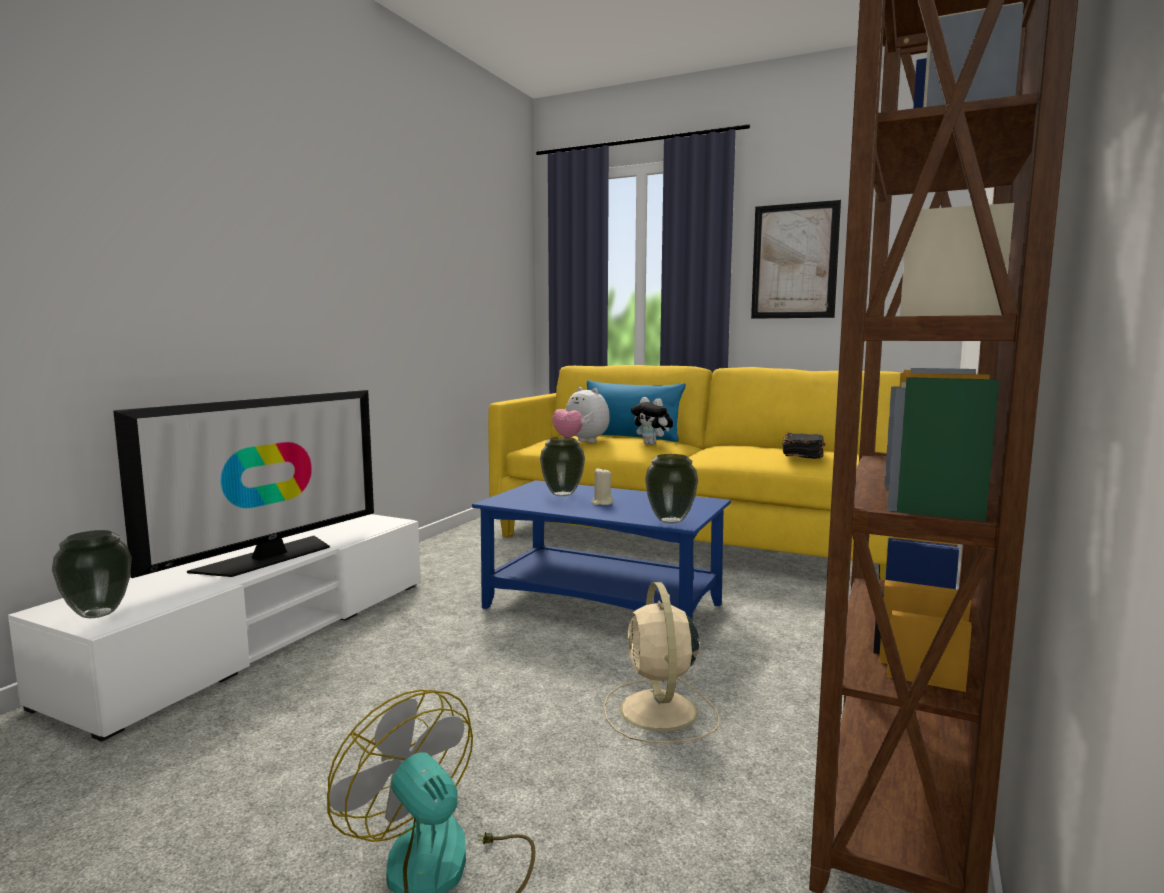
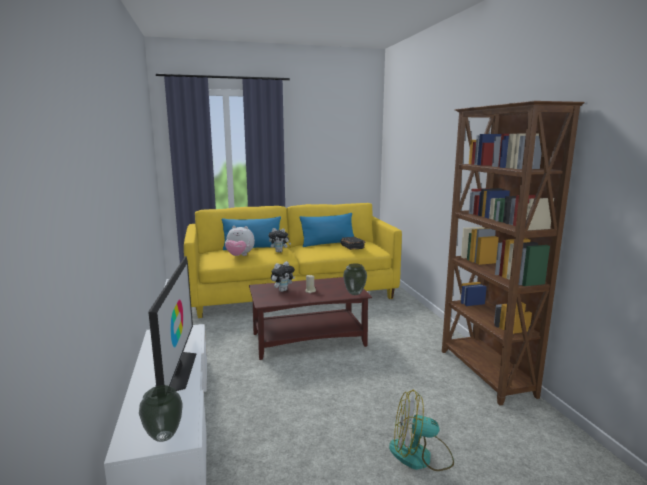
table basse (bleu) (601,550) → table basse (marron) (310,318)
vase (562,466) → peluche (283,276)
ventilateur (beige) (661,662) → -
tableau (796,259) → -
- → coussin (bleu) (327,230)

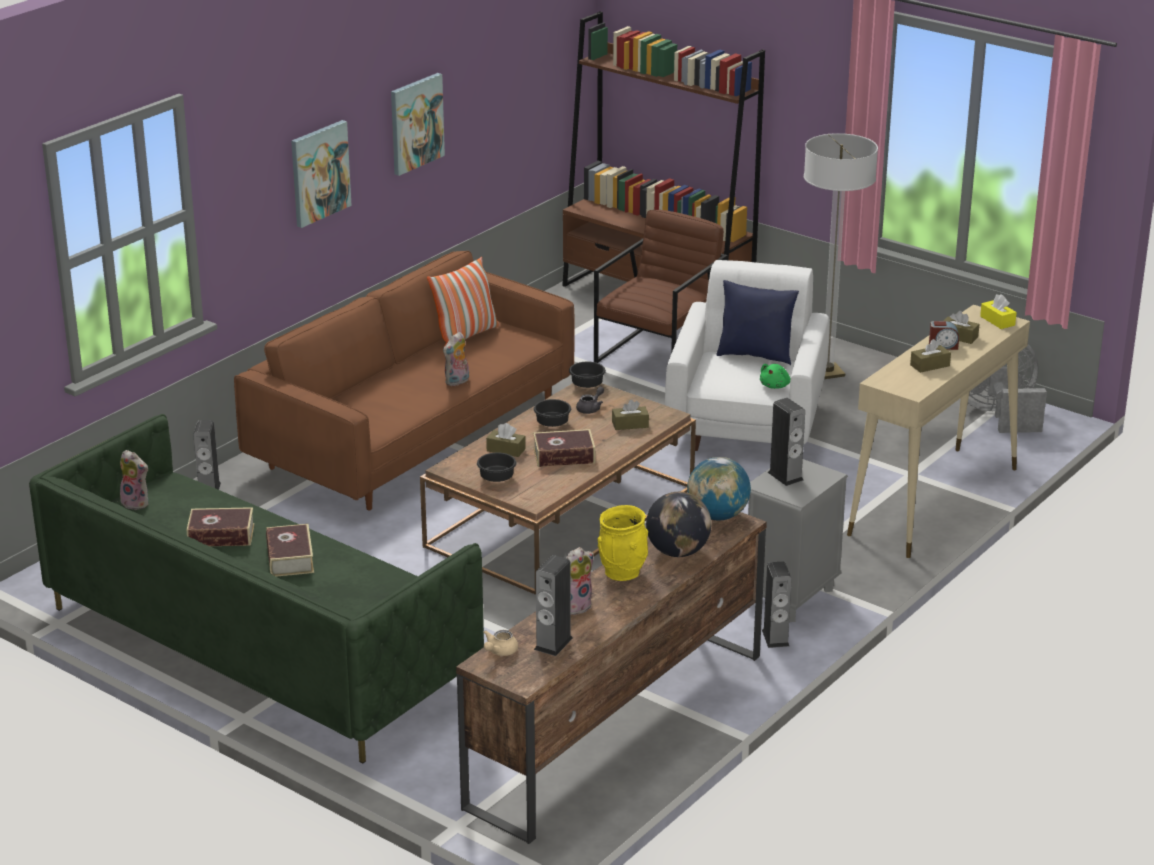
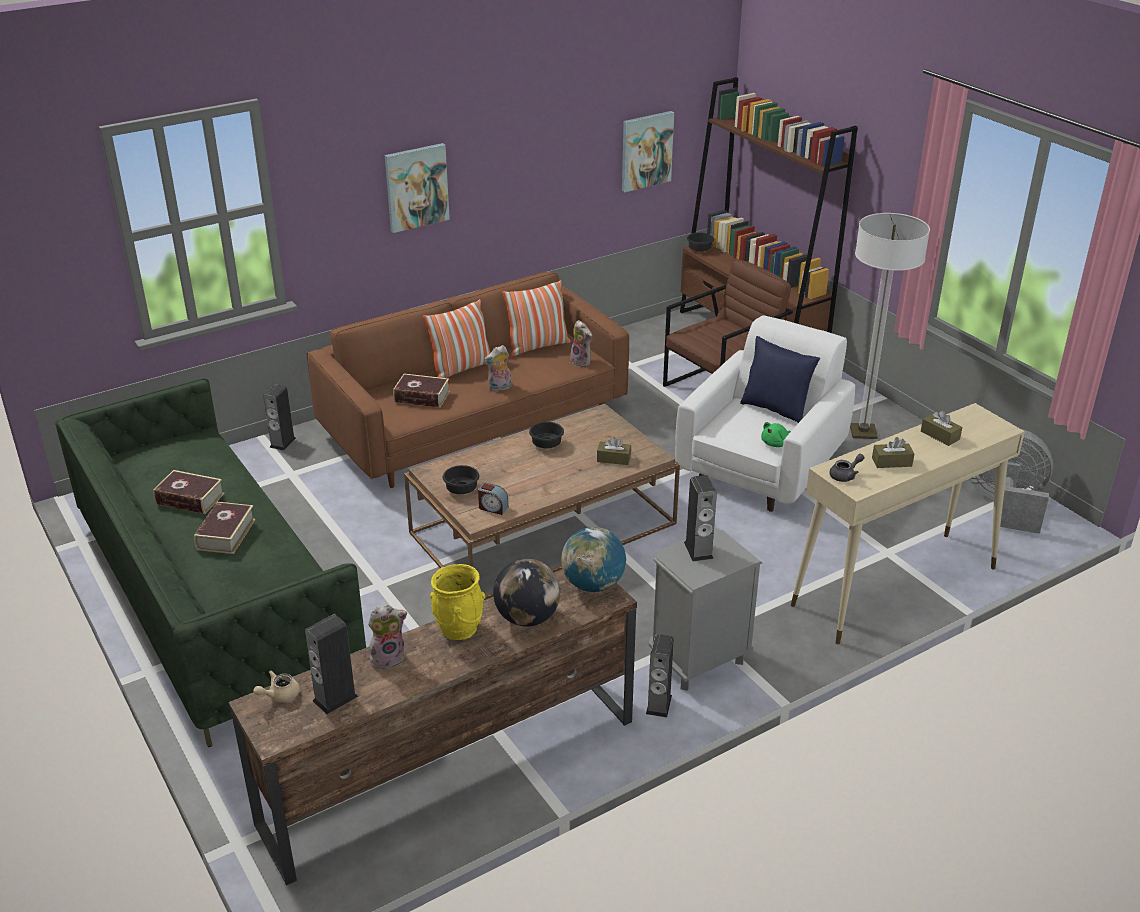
peluche (134,480) → peluche (581,343), move
tableau (418,124) → tableau (648,151), move
boîte à mouchoirs (marron) (506,440) → -
livre (564,448) → livre (421,391), move
bol (noir) (587,375) → bol (noir) (700,242), move
théière (gris) (590,400) → théière (gris) (846,468), move
réveil (944,335) → réveil (493,499), move
boîte à mouchoirs (jaune) (998,311) → -
- → coussin (456,338)

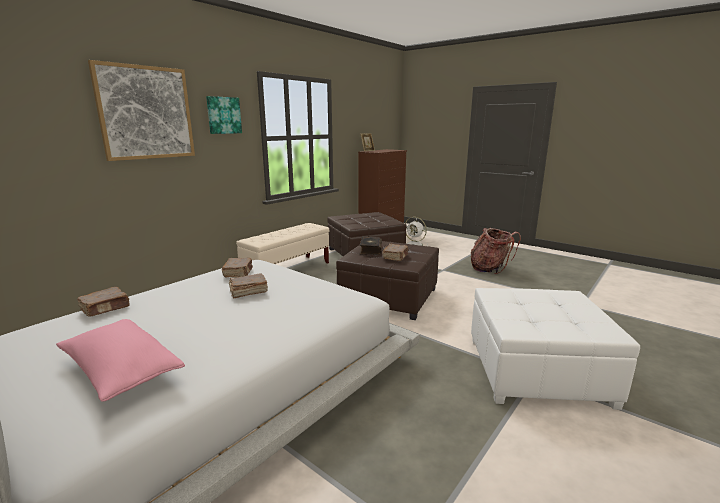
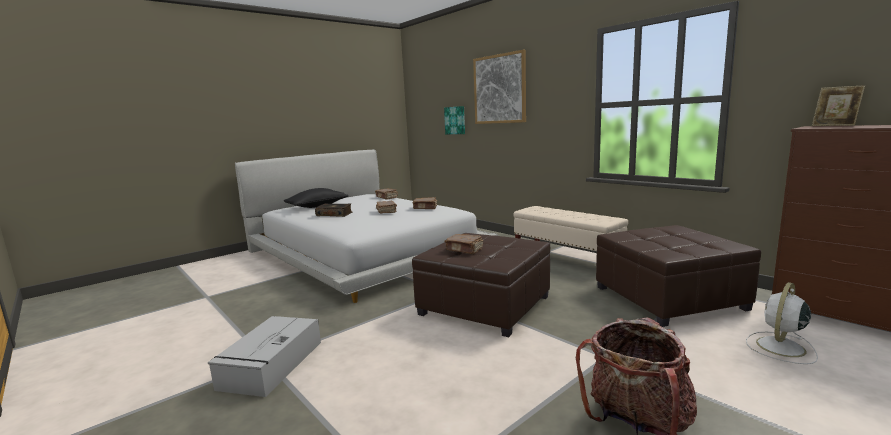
coussin (rose) (120,360) → coussin (noir) (316,198)
tableau (224,115) → tableau (454,120), move
livre (370,245) → livre (333,210), move
pouf (blanc) (555,349) → boîte de rangement (gris) (264,356)

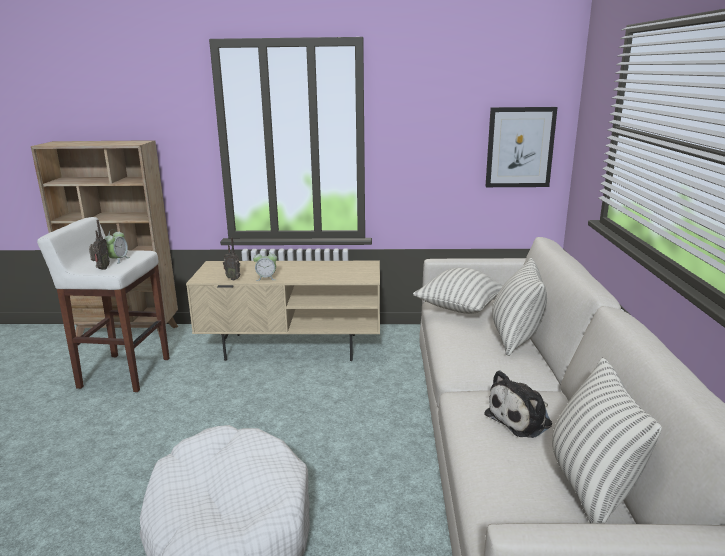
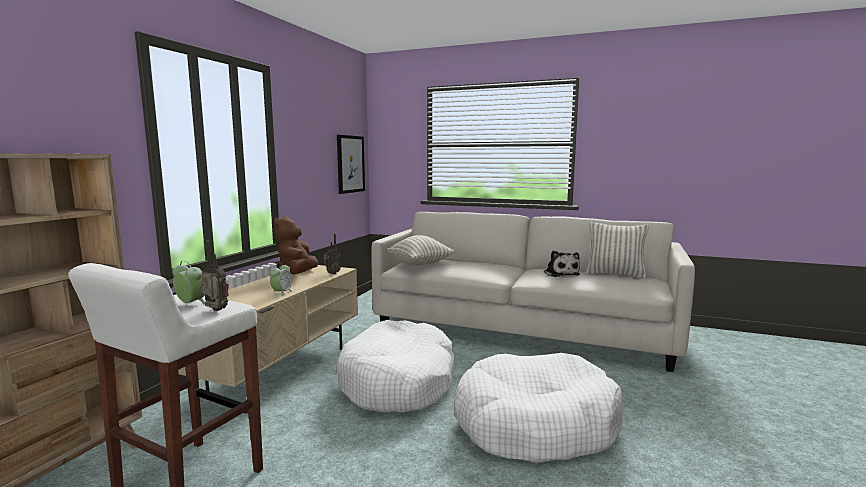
radio (231,258) → radio (332,254), move
coussin (519,307) → -
- → peluche (marron) (295,245)
- → panier pour chien (blanc) (395,366)

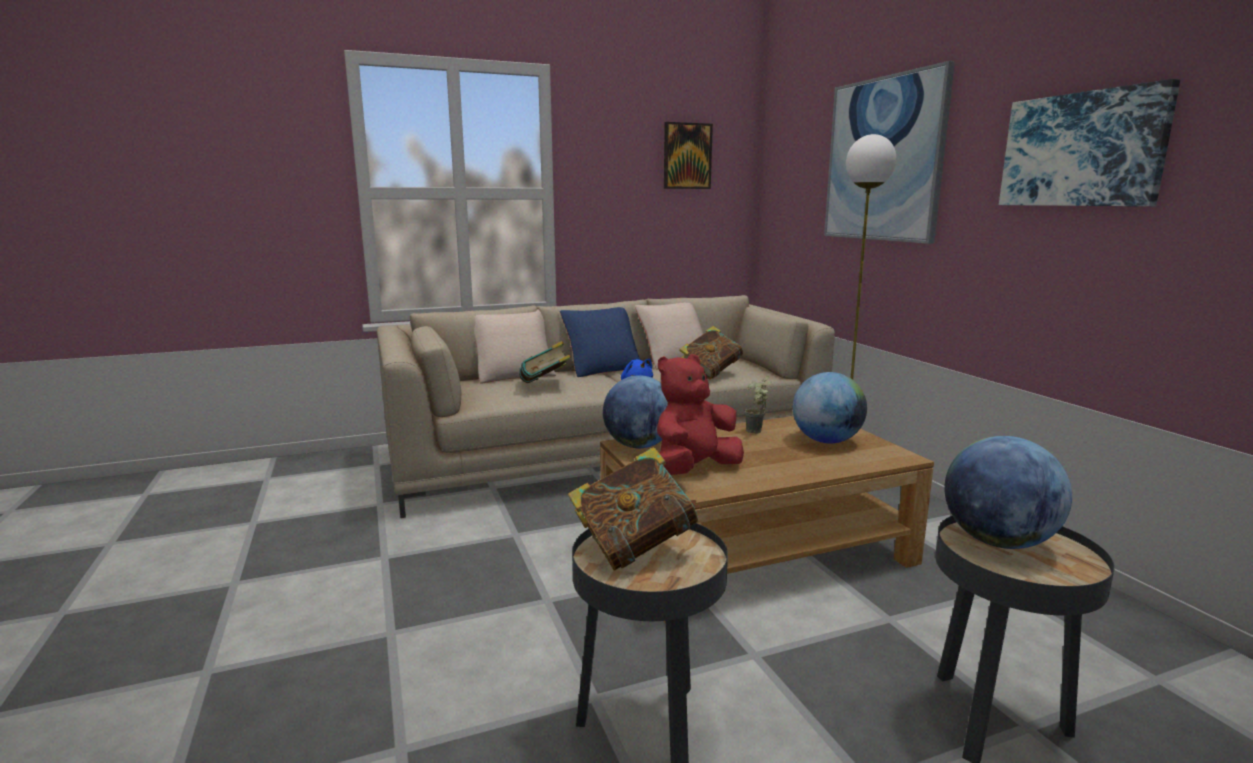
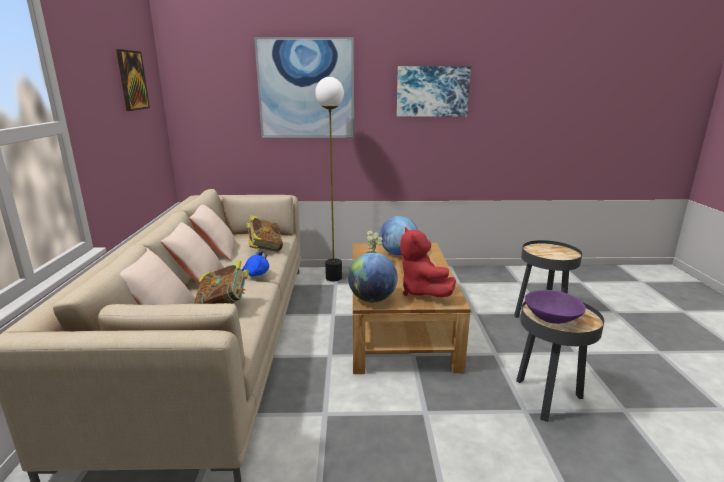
coussin (bleu) (600,342) → coussin (beige) (191,253)
livre (635,509) → bol (violet) (555,307)
globe (1008,492) → -

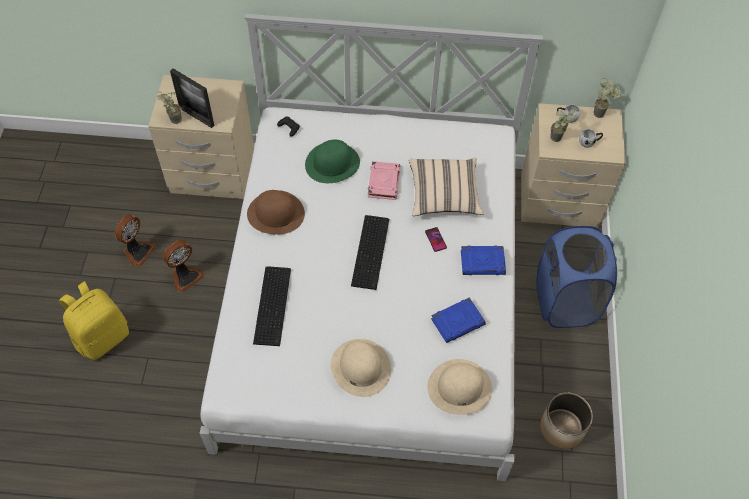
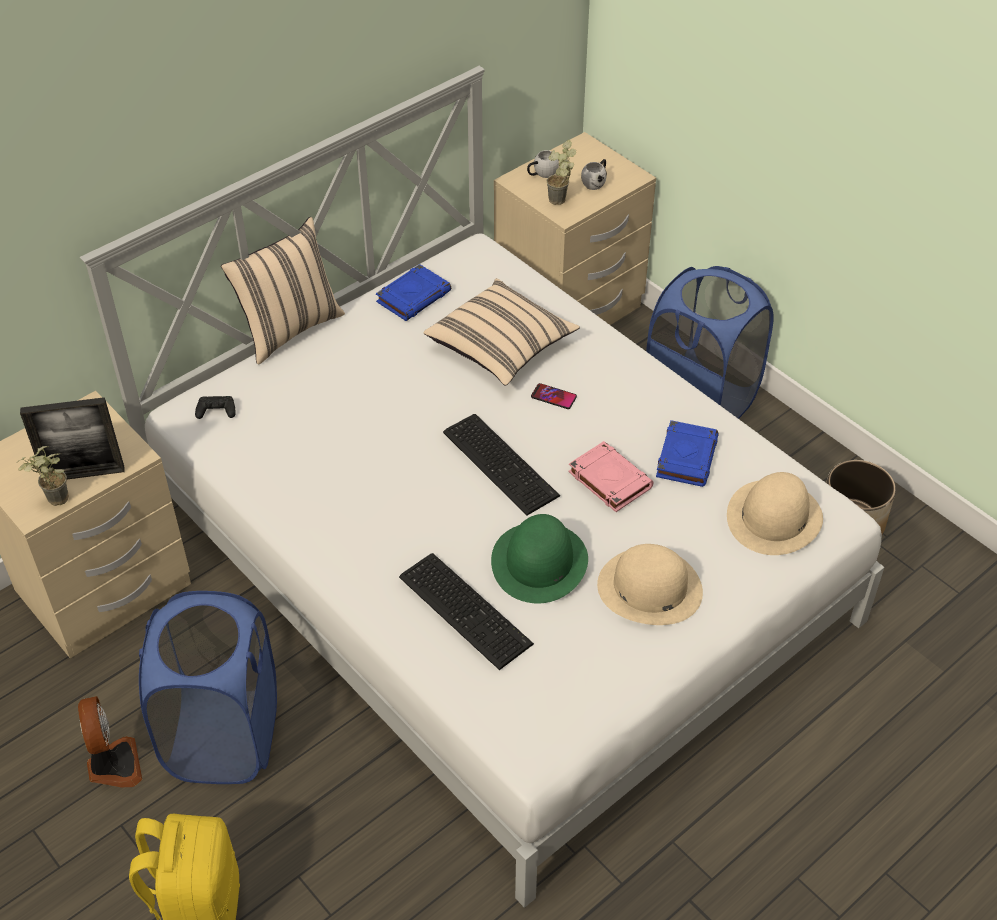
ventilateur (183,266) → panier à linge (bleu) (208,687)
chapeau (marron) (276,212) → -
chapeau (vert) (332,161) → chapeau (vert) (539,558), move
livre (rose) (384,180) → livre (rose) (610,476), move
livre (bleu) (483,260) → livre (bleu) (413,292), move
plante en pot (607,98) → -
- → coussin (beige) (283,291)

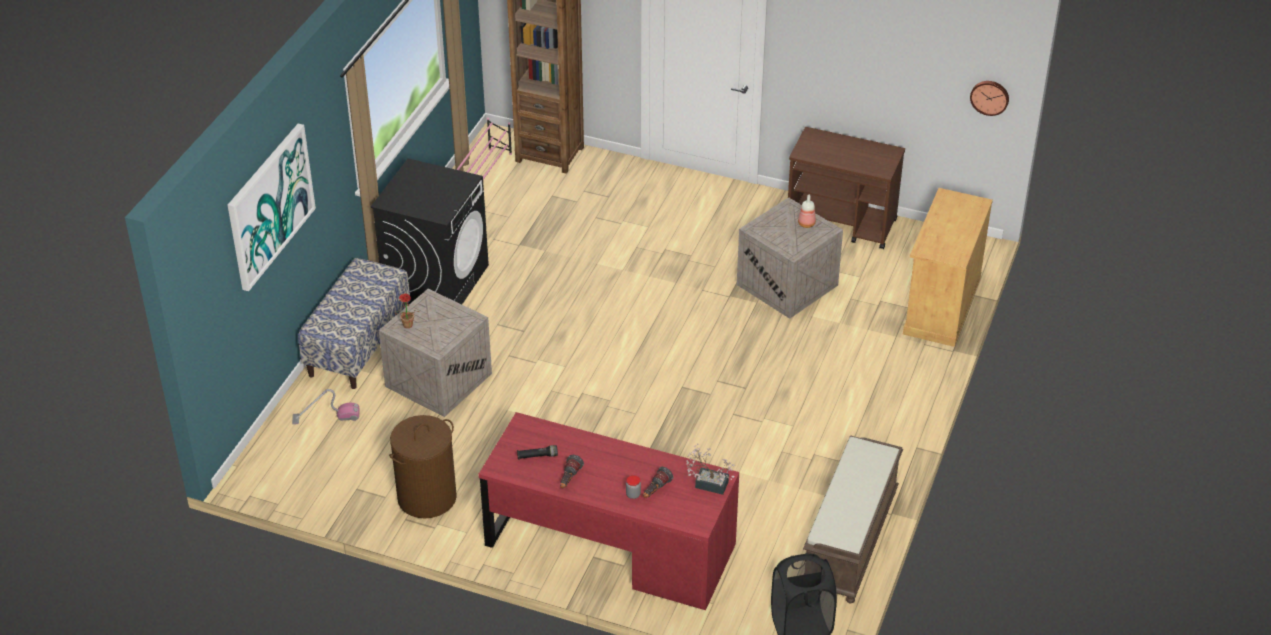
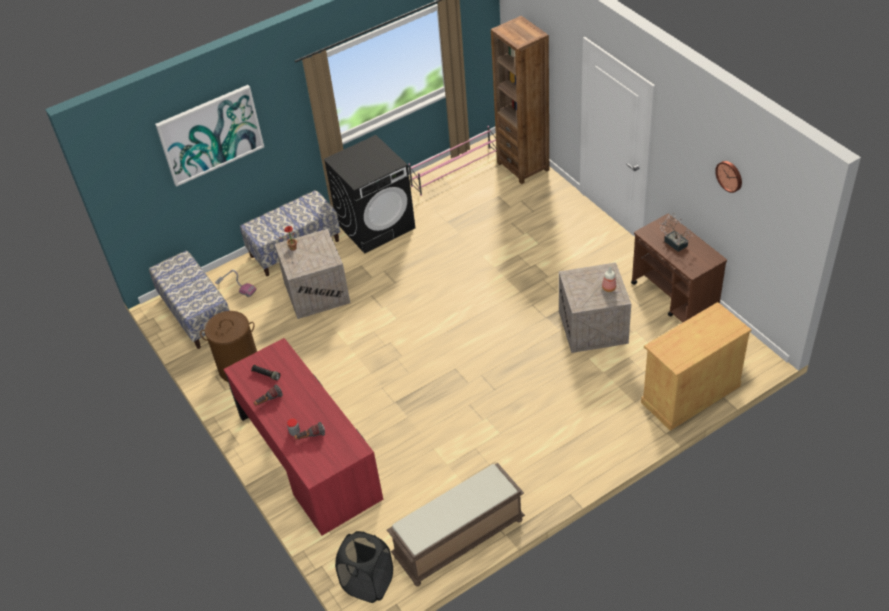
plante en pot (710,469) → plante en pot (675,232), move
horloge murale (989,98) → horloge murale (728,177), move
- → banc (189,299)

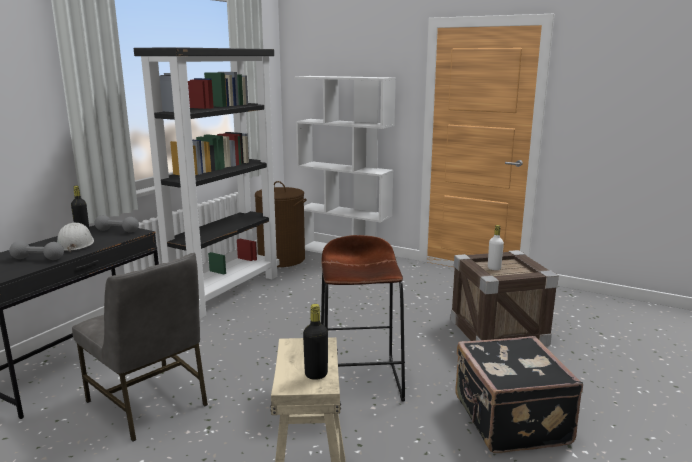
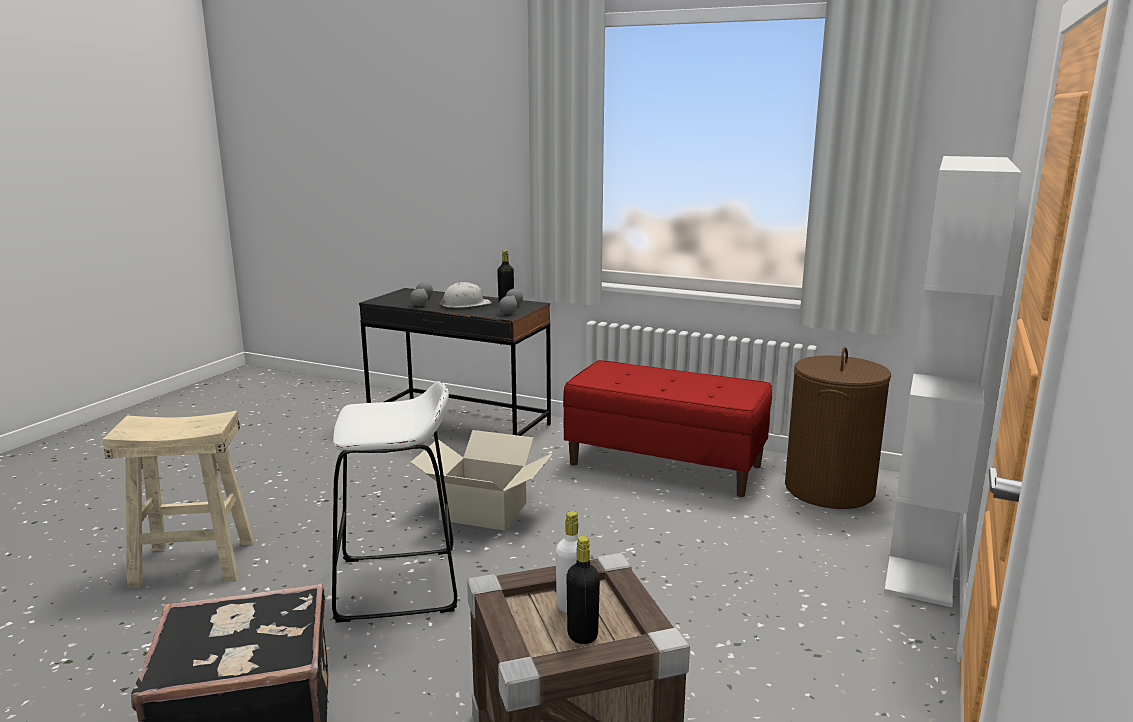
chaise (gris) (140,347) → -
bibliothèque (noir) (207,183) → banc (rouge) (667,428)
bouteille (noir) (315,342) → bouteille (noir) (583,590), move
tabouret (marron) (363,318) → tabouret (blanc) (395,502)
- → carton (481,480)

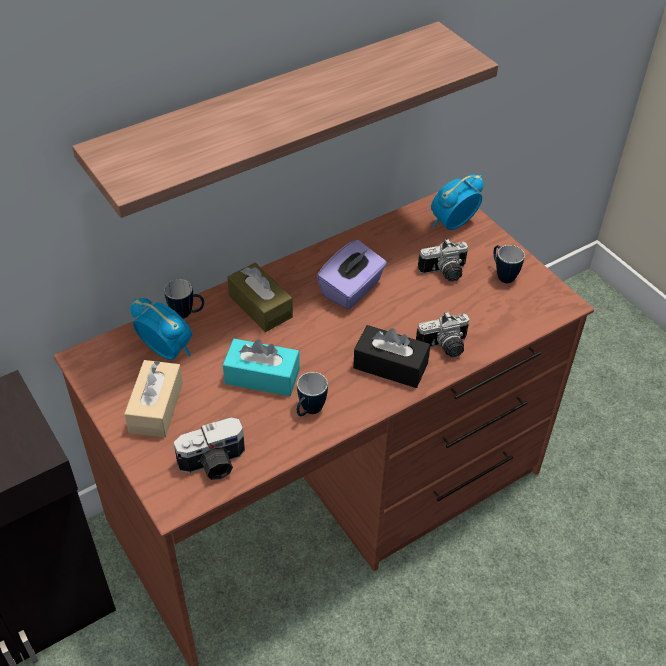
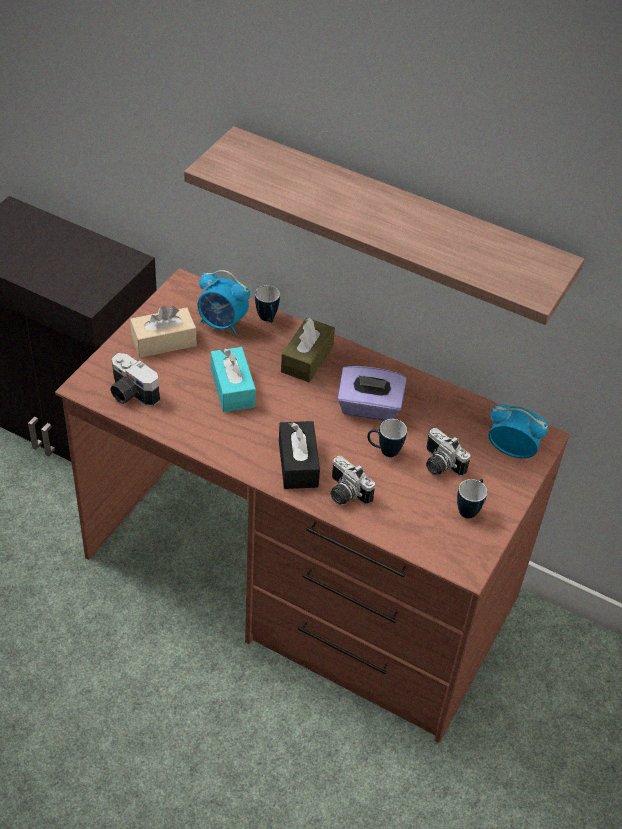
réveil (161,329) → réveil (224,302), 105 degrees clockwise
mug (312,394) → mug (387,438), move

